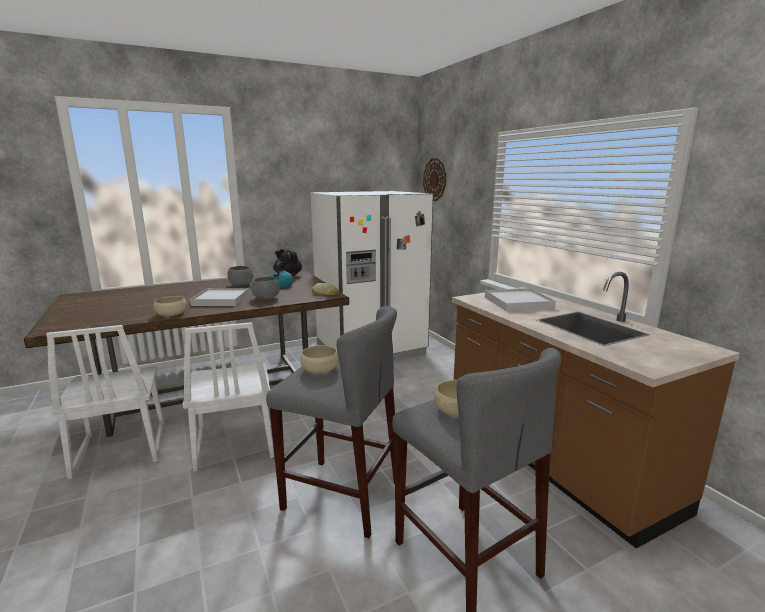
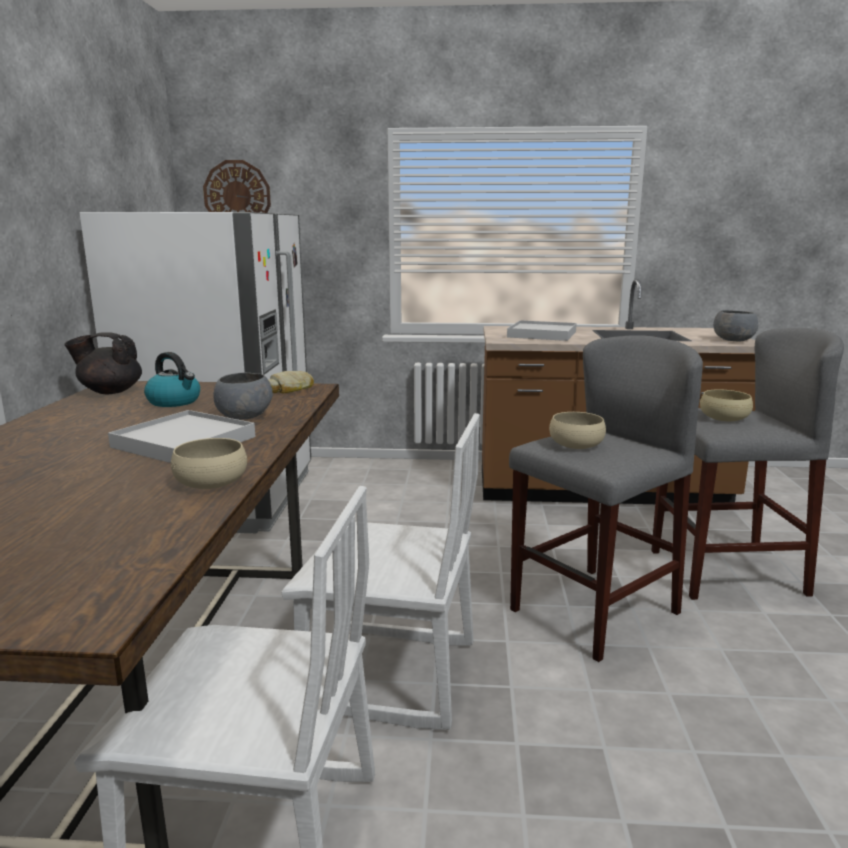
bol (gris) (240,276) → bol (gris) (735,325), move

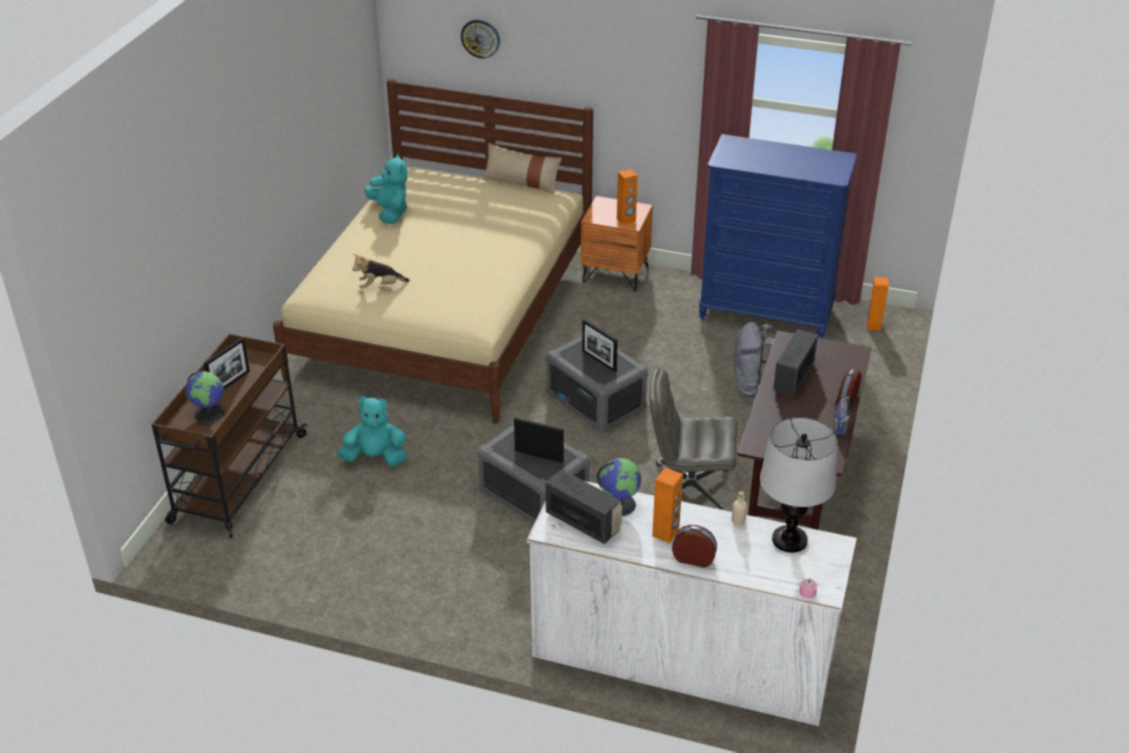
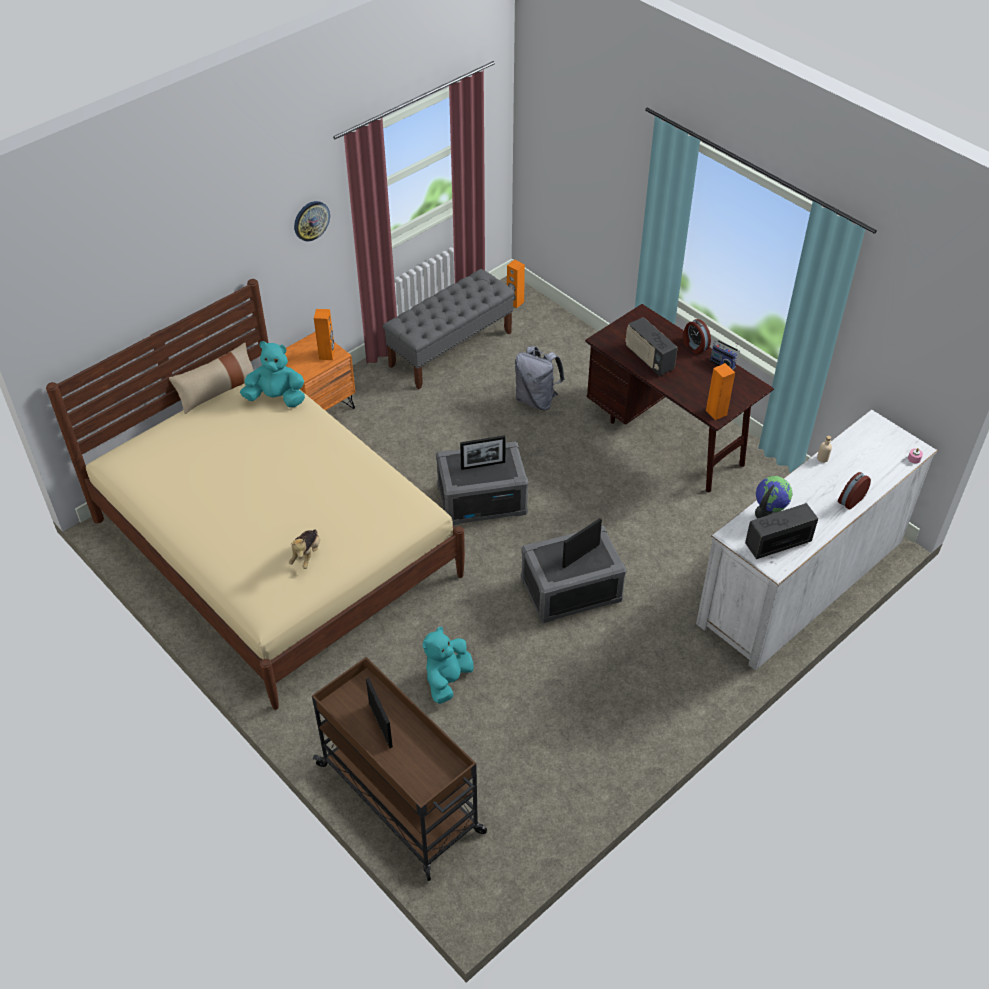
globe (205,397) → -
peluche (turquoise) (386,189) → peluche (turquoise) (272,374), move
horloge murale (480,39) → horloge murale (312,221), move
chaise de bureau (gris) (693,439) → -
enceinte (orange) (667,505) → enceinte (orange) (720,391), move
commode (bleu) (778,236) → banc (gris) (449,329)
lampe de table (799,485) → -

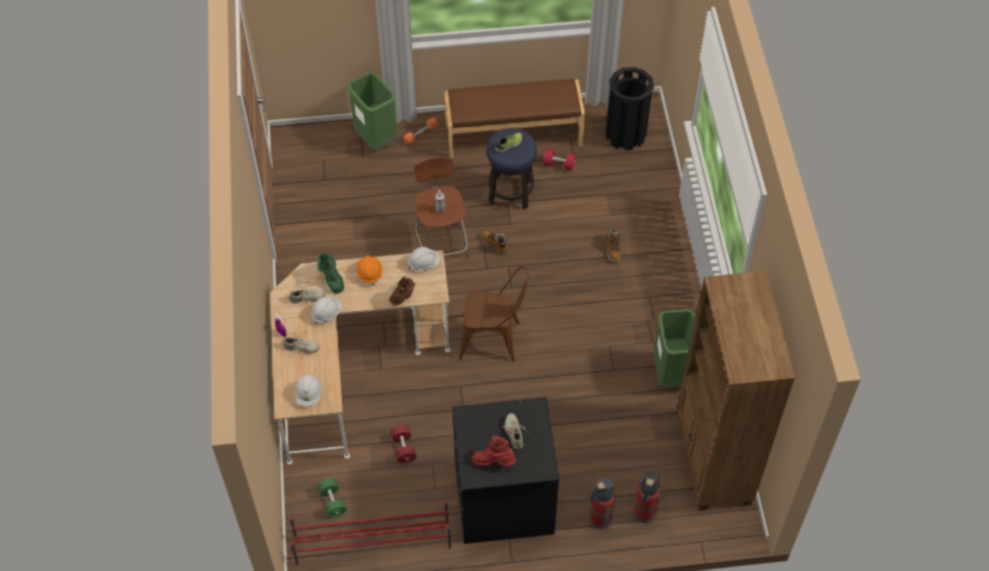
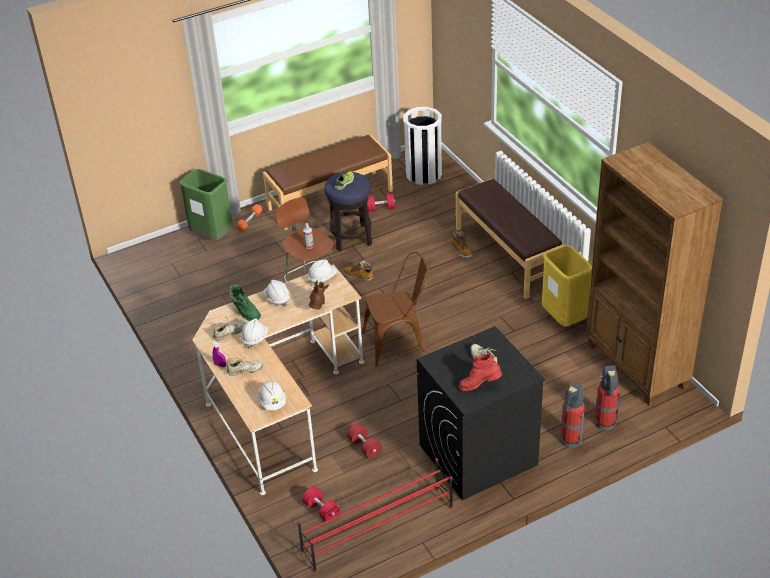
haltère (vert) (332,498) → haltère (rouge) (321,503)
casque de chantier (orange) (369,270) → casque de chantier (blanc) (276,293)
poubelle (noir) (630,108) → poubelle (blanc) (422,146)
poubelle (vert) (675,349) → poubelle (jaune) (567,286)
- → banc (marron) (510,239)

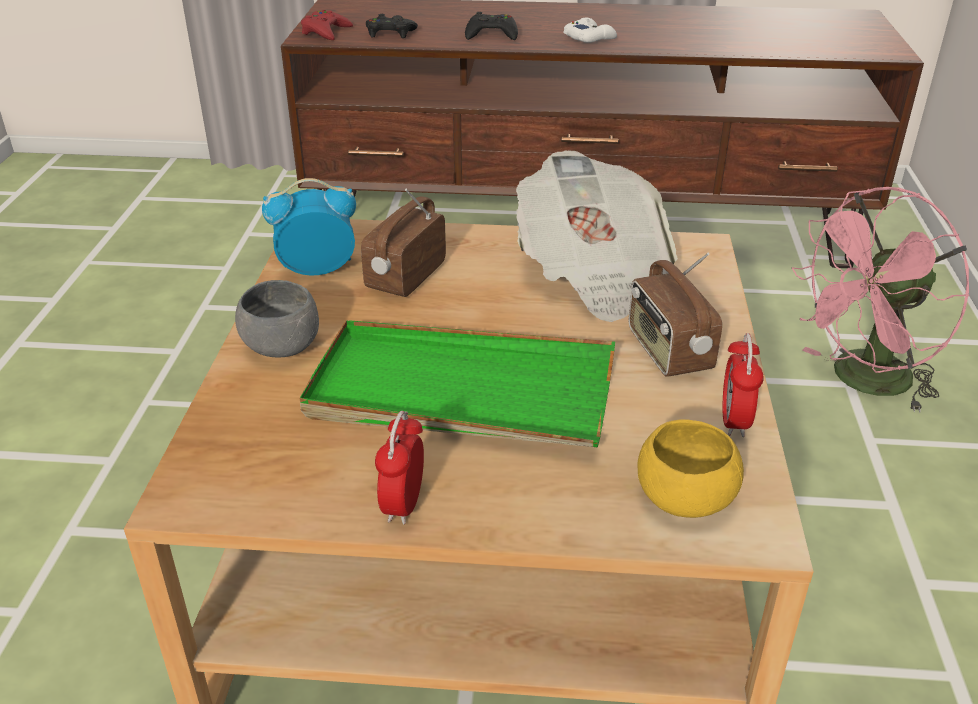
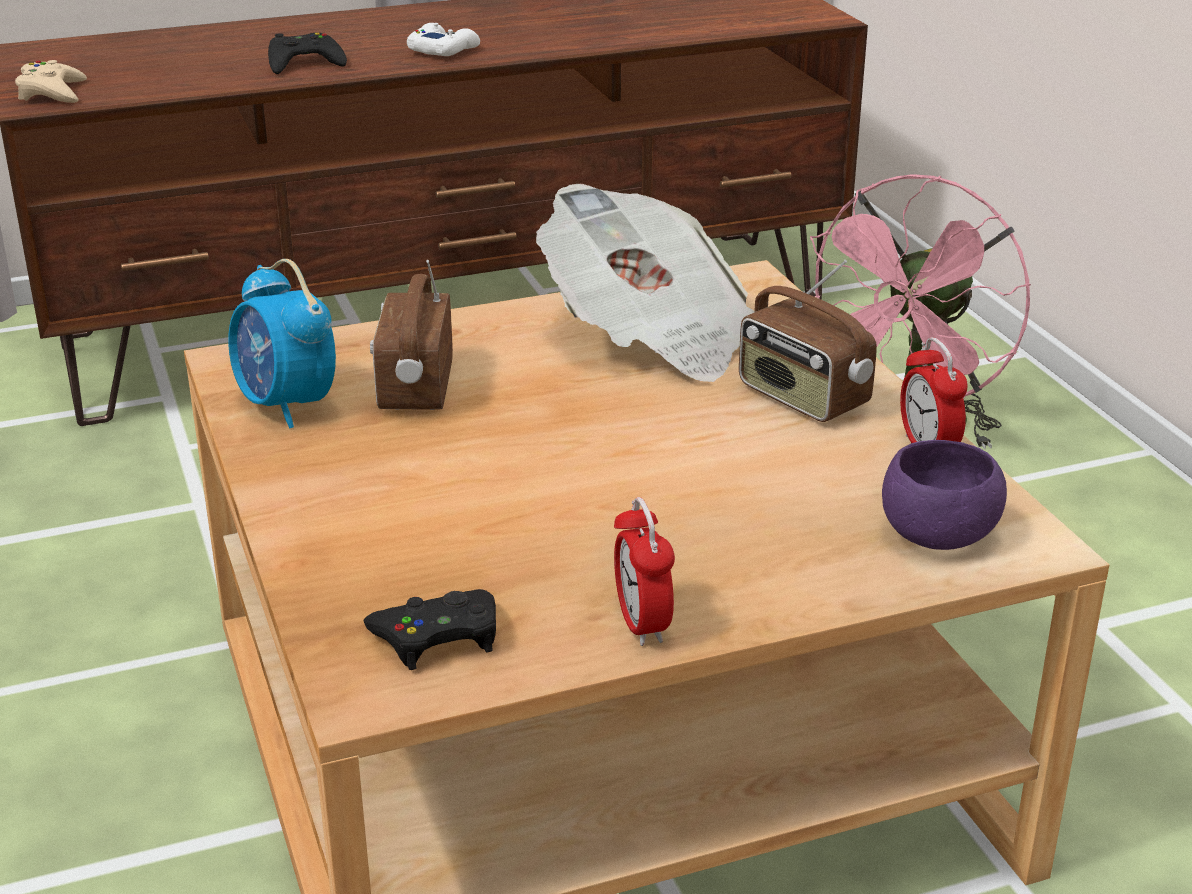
bol (gris) (277,319) → -
réveil (309,227) → réveil (282,344), 90 degrees counterclockwise
plateau (vert) (457,383) → -
manette (rouge) (327,25) → manette (beige) (51,81)
manette (noir) (392,26) → manette (noir) (429,629), move
bol (jaune) (690,468) → bol (violet) (944,495)

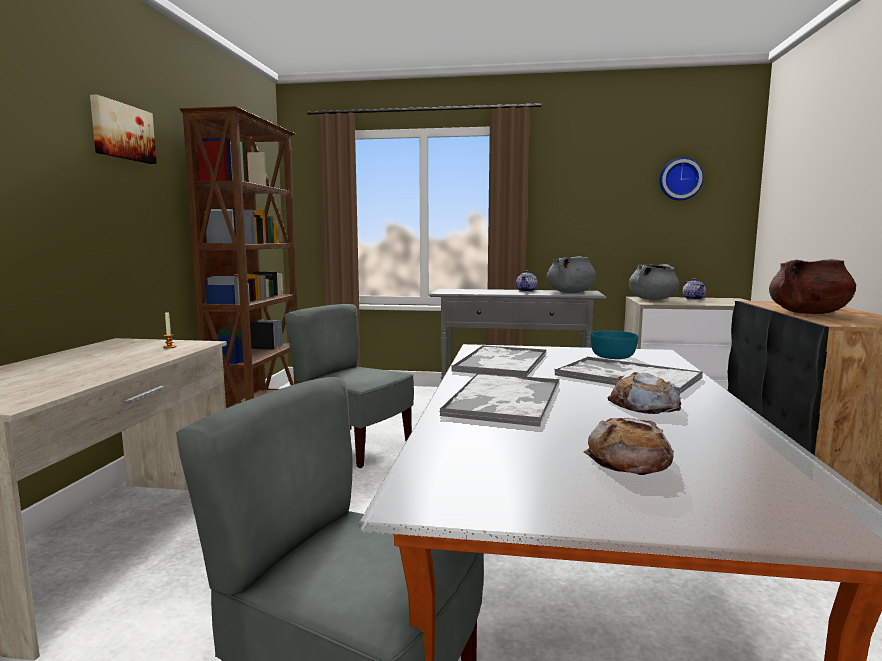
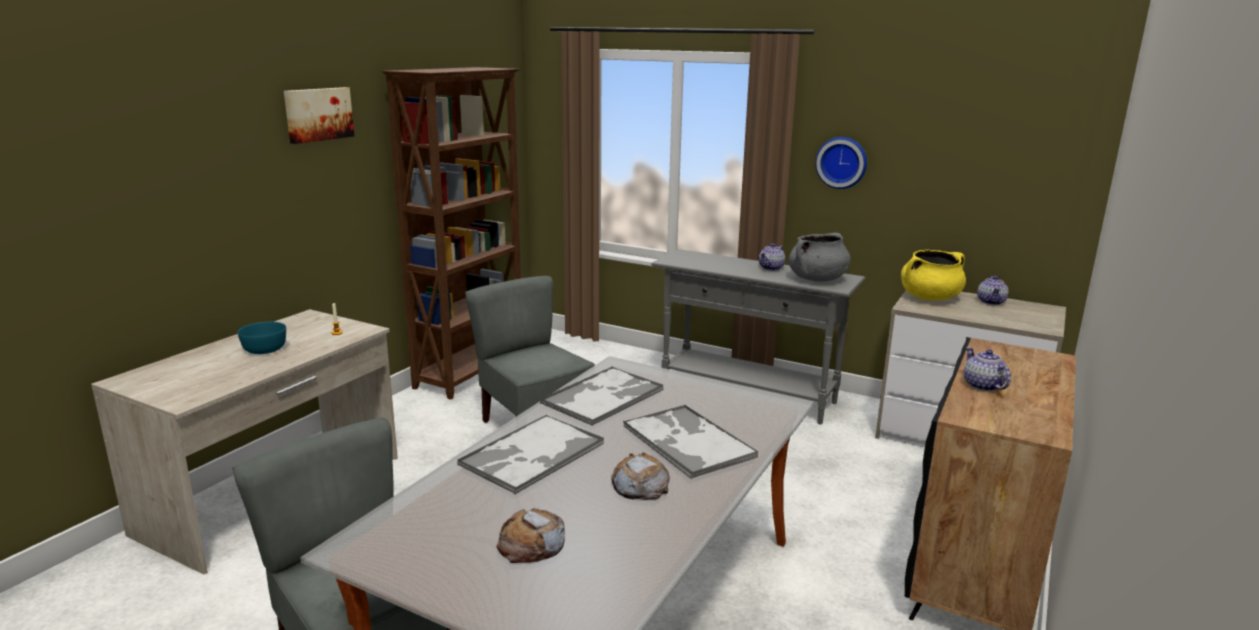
bol (turquoise) (614,345) → bol (turquoise) (262,338), move
marmite (gris) (654,282) → marmite (jaune) (933,275)
horloge murale (682,179) → horloge murale (841,163), move
marmite (marron) (812,286) → théière (987,369)

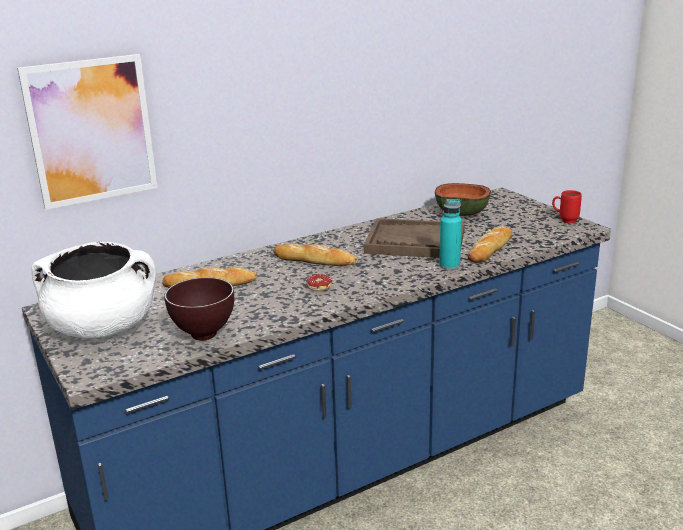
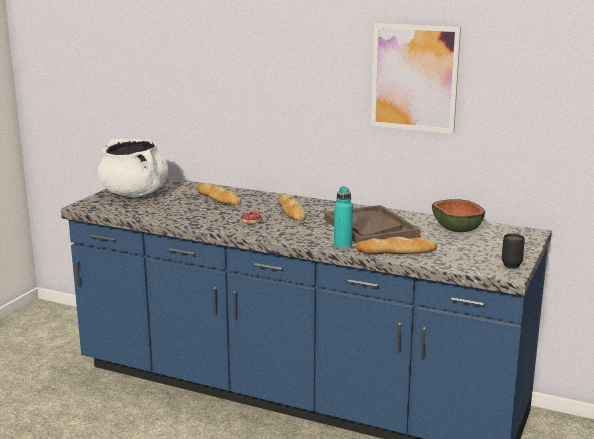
tableau (87,132) → tableau (416,78), move
bol (marron) (199,309) → -
mug (rouge) (567,206) → mug (noir) (513,251)

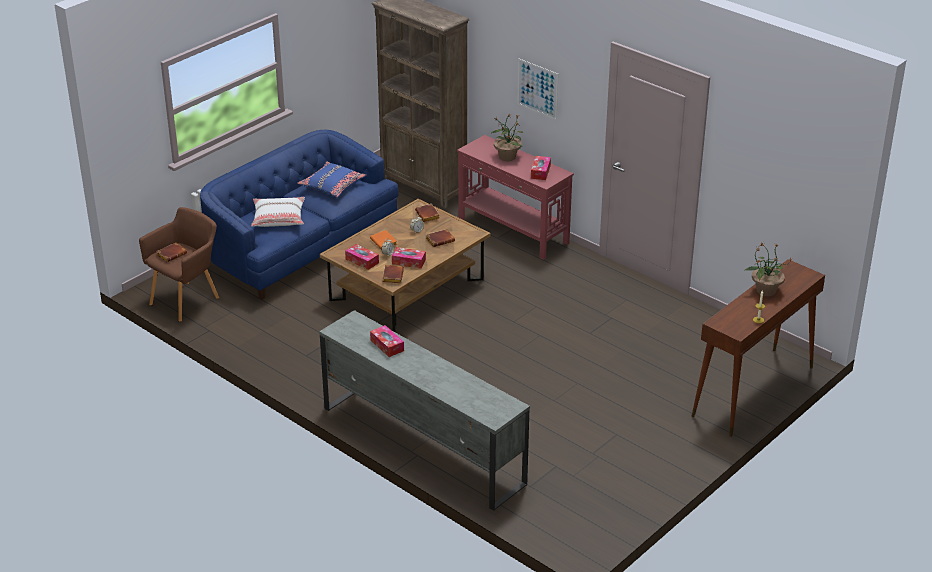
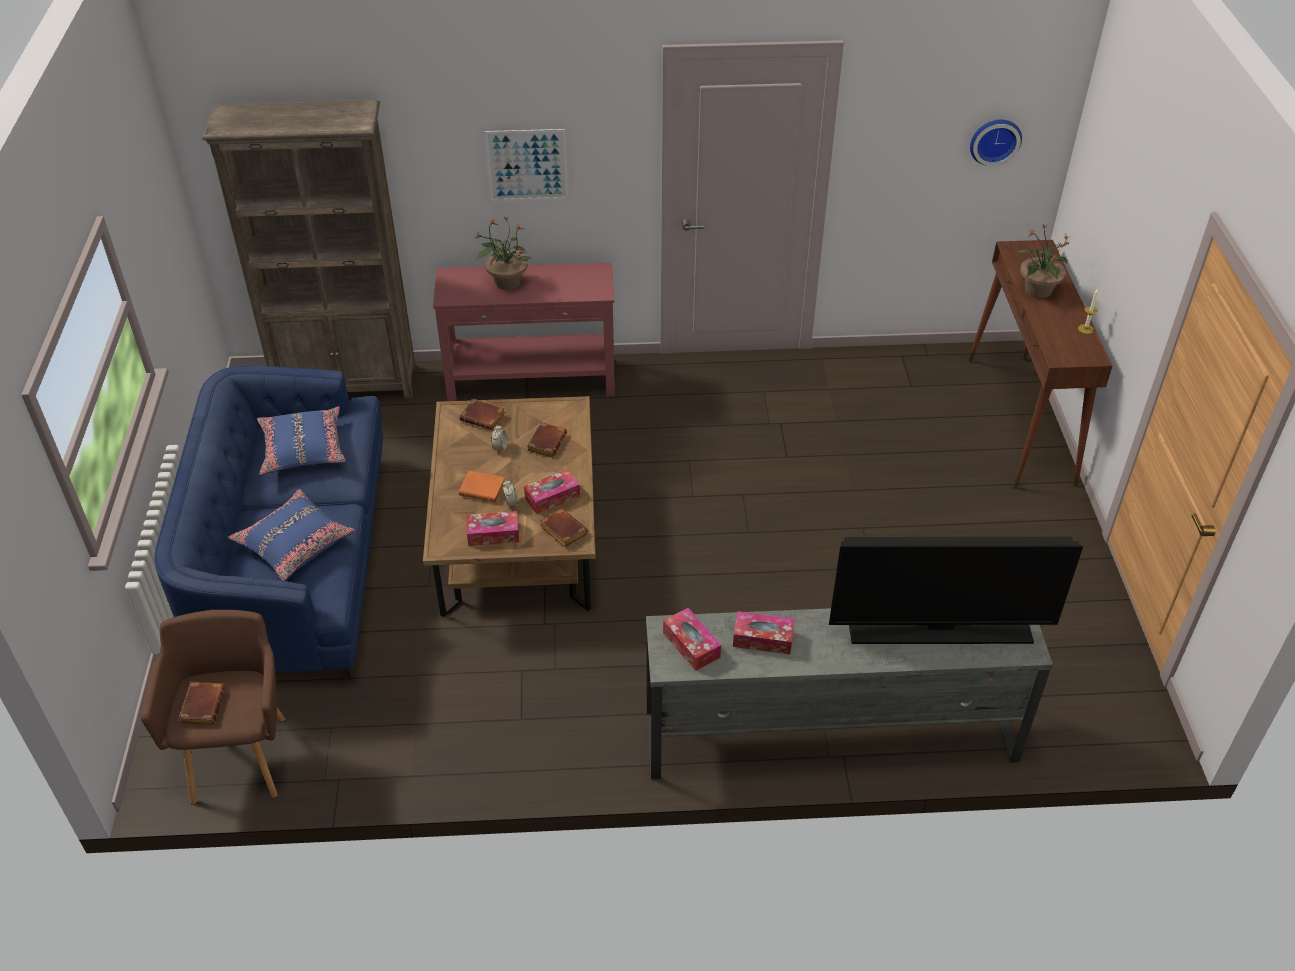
coussin (blanc) (278,212) → coussin (bleu) (292,535)
boîte à mouchoirs (541,168) → boîte à mouchoirs (692,639), move
- → téléviseur (956,590)
- → horloge murale (996,143)

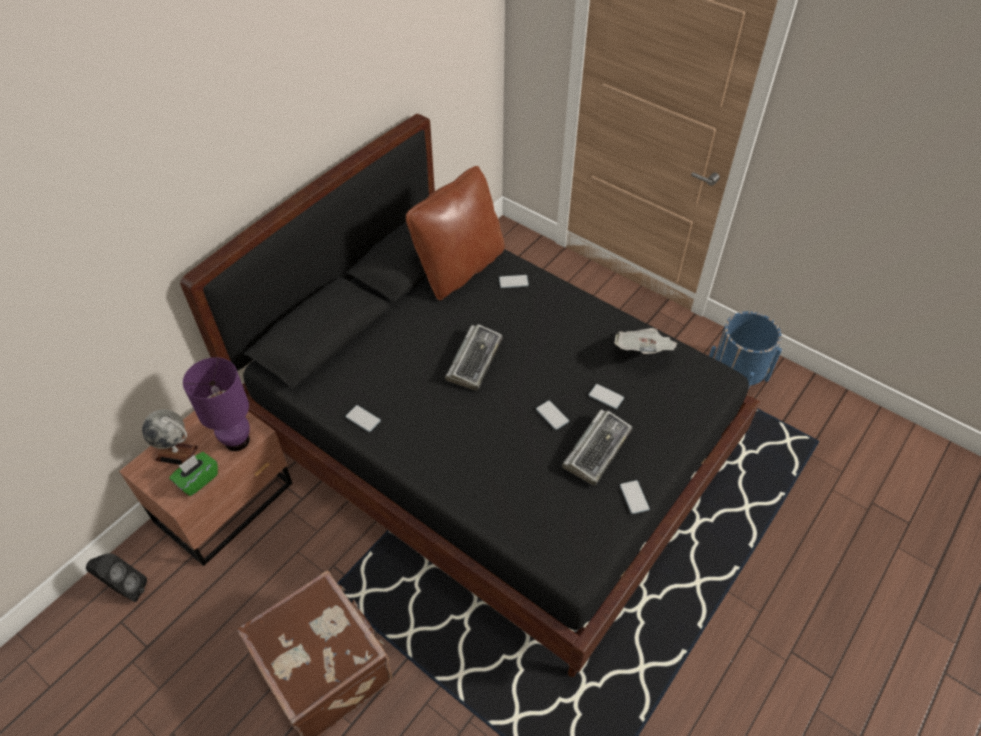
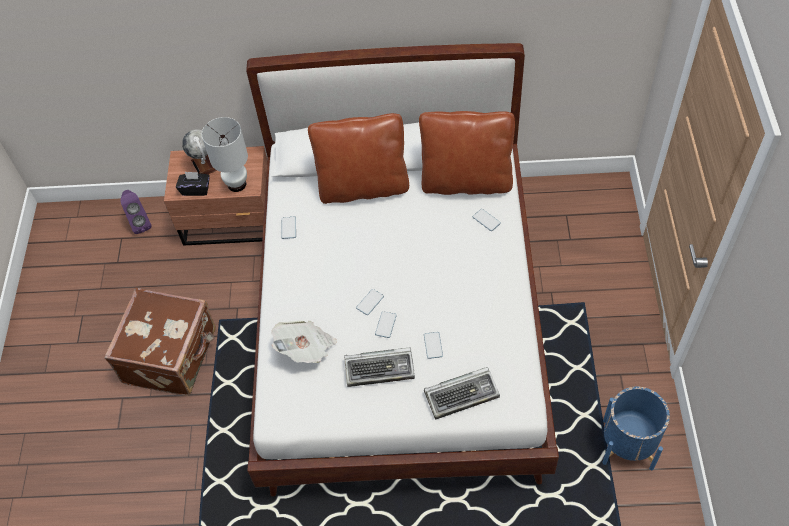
enceinte (noir) (116,577) → enceinte (violet) (136,212)
boîte à mouchoirs (vert) (193,474) → boîte à mouchoirs (noir) (193,184)
lit (noir) (470,395) → lit (blanc) (402,269)
lampe de table (violet) (216,404) → lampe de table (blanc) (225,154)
clavier (474,357) → clavier (462,393), move
journal (646,341) → journal (304,342), move
téléphone (635,497) → téléphone (370,302), move
- → coussin (marron) (358,158)

